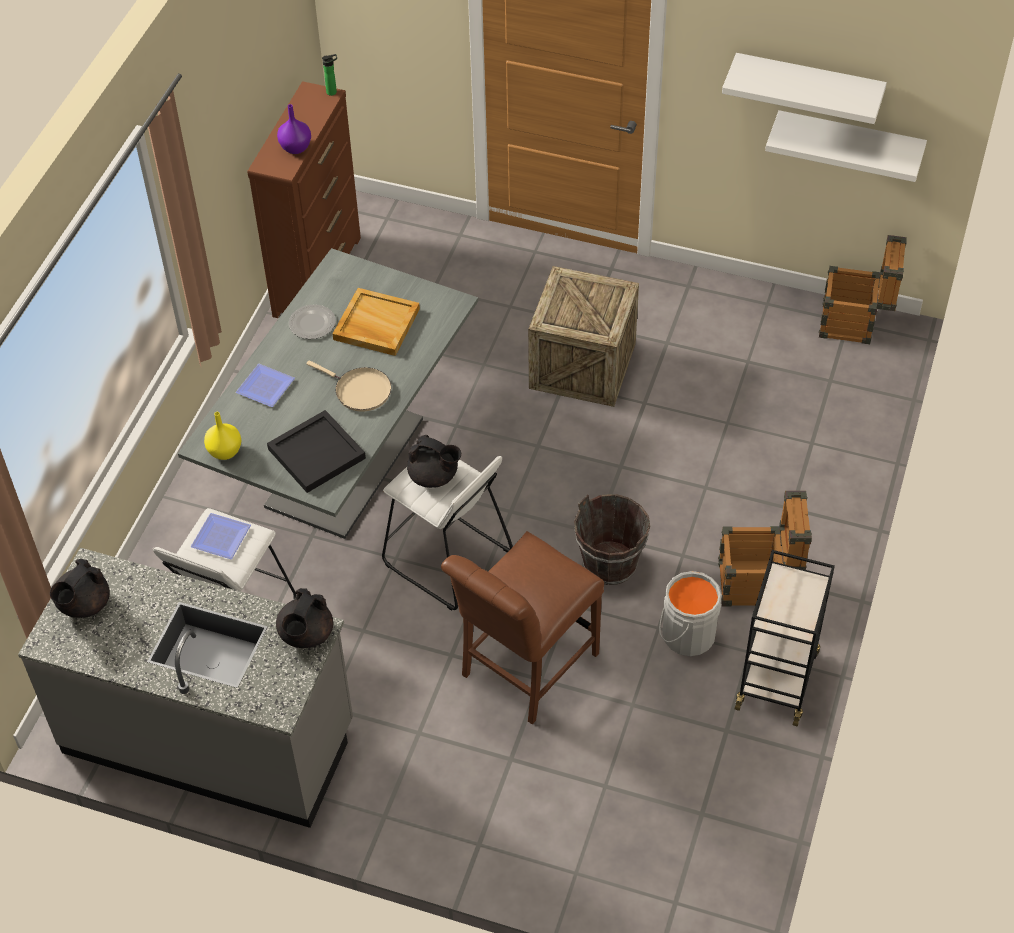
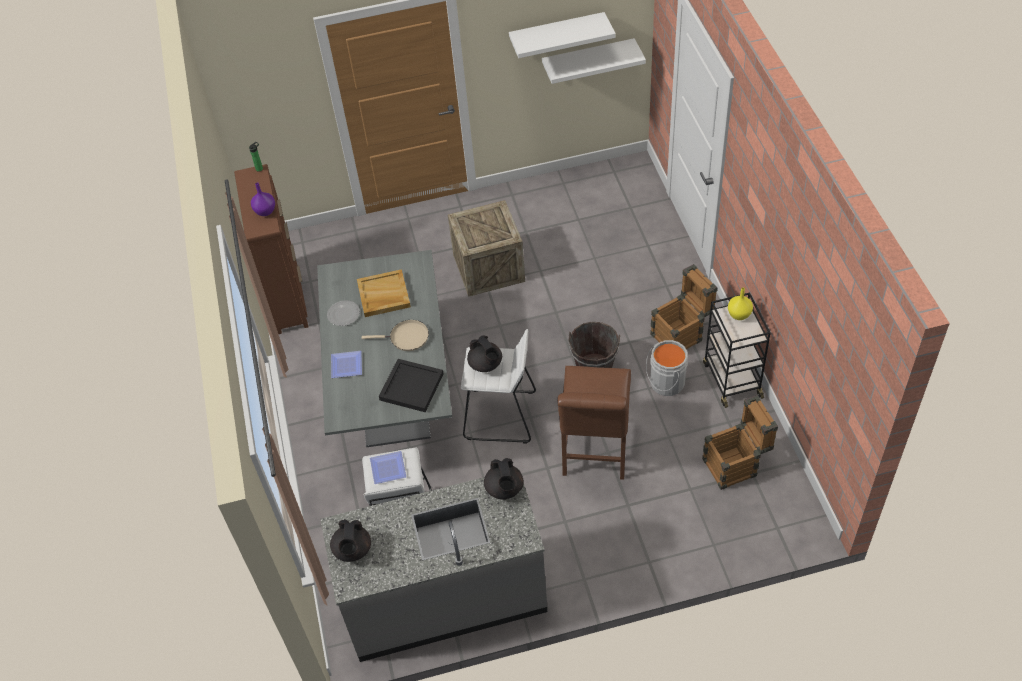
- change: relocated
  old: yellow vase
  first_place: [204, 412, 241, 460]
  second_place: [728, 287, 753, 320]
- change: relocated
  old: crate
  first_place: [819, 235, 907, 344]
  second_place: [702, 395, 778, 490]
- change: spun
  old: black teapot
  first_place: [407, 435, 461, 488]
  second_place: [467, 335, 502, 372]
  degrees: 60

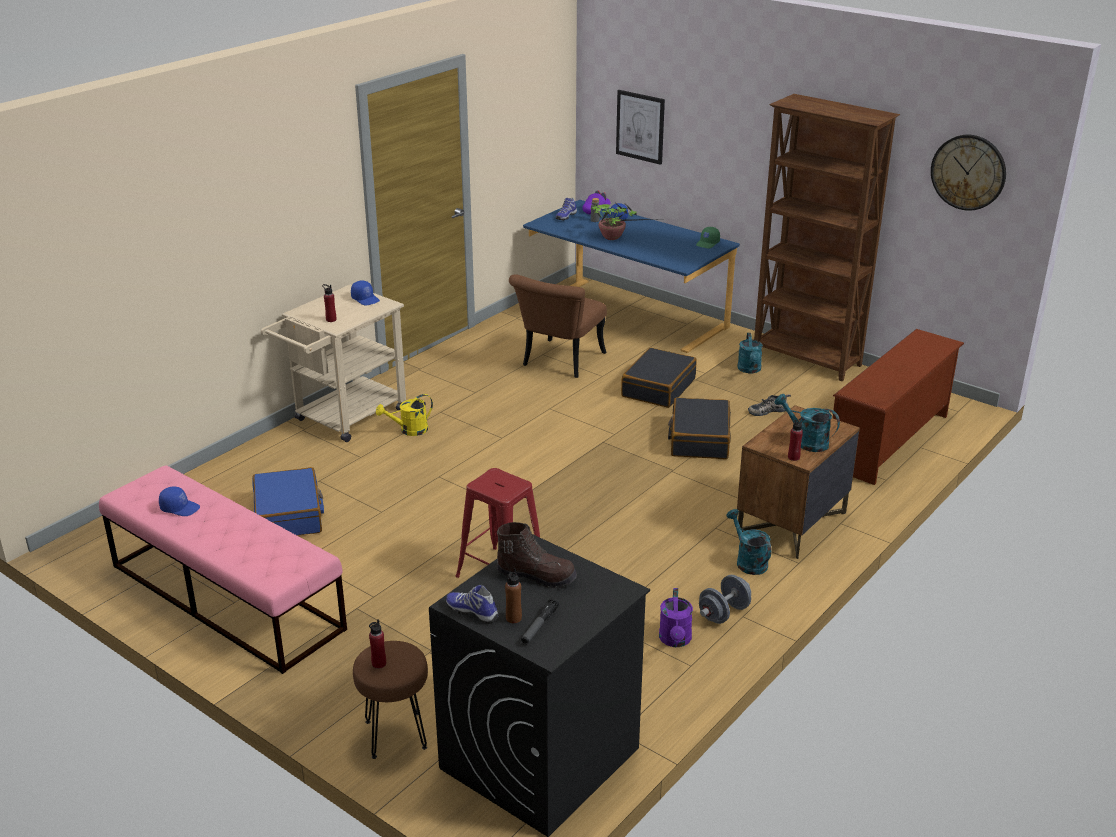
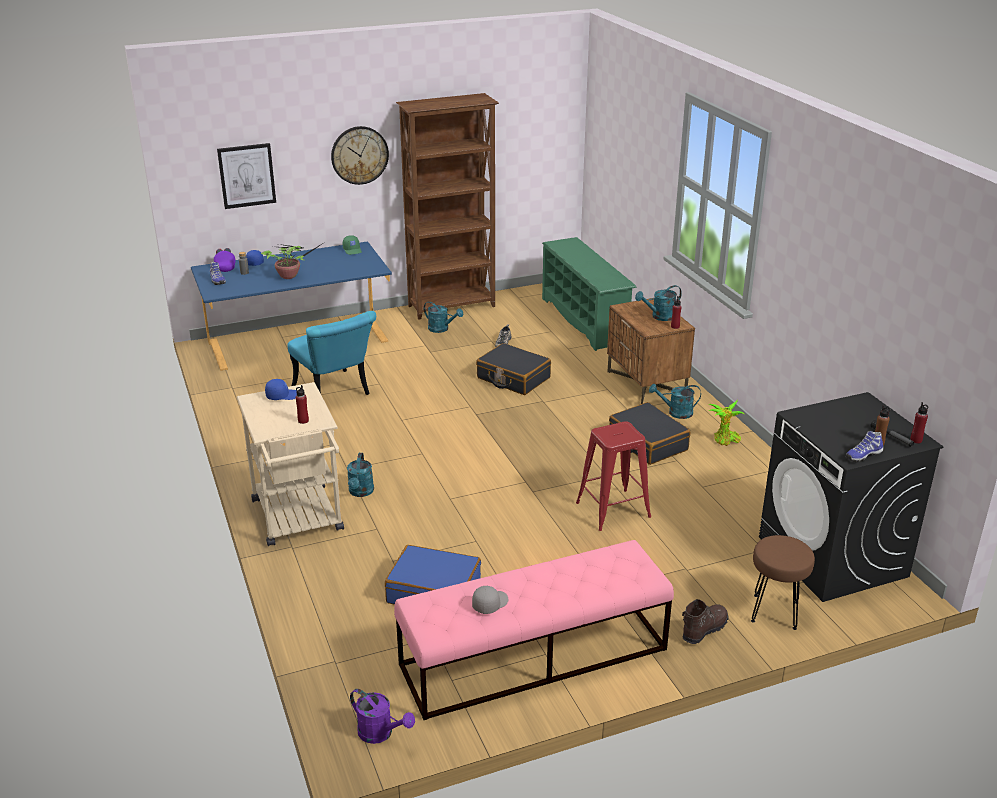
- change: relocated
  old: red bottle
  first_place: [369, 619, 386, 669]
  second_place: [910, 402, 929, 444]
- change: relocated
  old: brown boot
  first_place: [497, 522, 577, 588]
  second_place: [682, 599, 729, 644]
- change: relocated
  old: black suitcase
  first_place: [621, 348, 697, 408]
  second_place: [609, 402, 690, 465]
- change: relocated
  old: purple watering can
  first_place: [659, 588, 693, 647]
  second_place: [350, 689, 415, 744]
- change: relocated
  old: wall clock
  first_place: [931, 135, 1006, 211]
  second_place: [331, 126, 389, 185]
- change: exchanged
  old: grey dumbbell
  new: potted plant
  first_place: [699, 575, 751, 624]
  second_place: [708, 400, 744, 446]
- change: colour
  old: blue cap
  new: grey cap
  first_place: [159, 486, 200, 516]
  second_place: [472, 586, 508, 614]
- change: colour
  old: yellow watering can
  new: turquoise watering can
  first_place: [376, 394, 433, 436]
  second_place: [347, 453, 374, 497]
- change: colour
  old: brown chair
  new: turquoise chair
  first_place: [509, 274, 607, 378]
  second_place: [288, 311, 376, 395]
- change: colour
  old: brown shoe rack
  new: green shoe rack
  first_place: [832, 329, 964, 485]
  second_place: [542, 237, 636, 351]

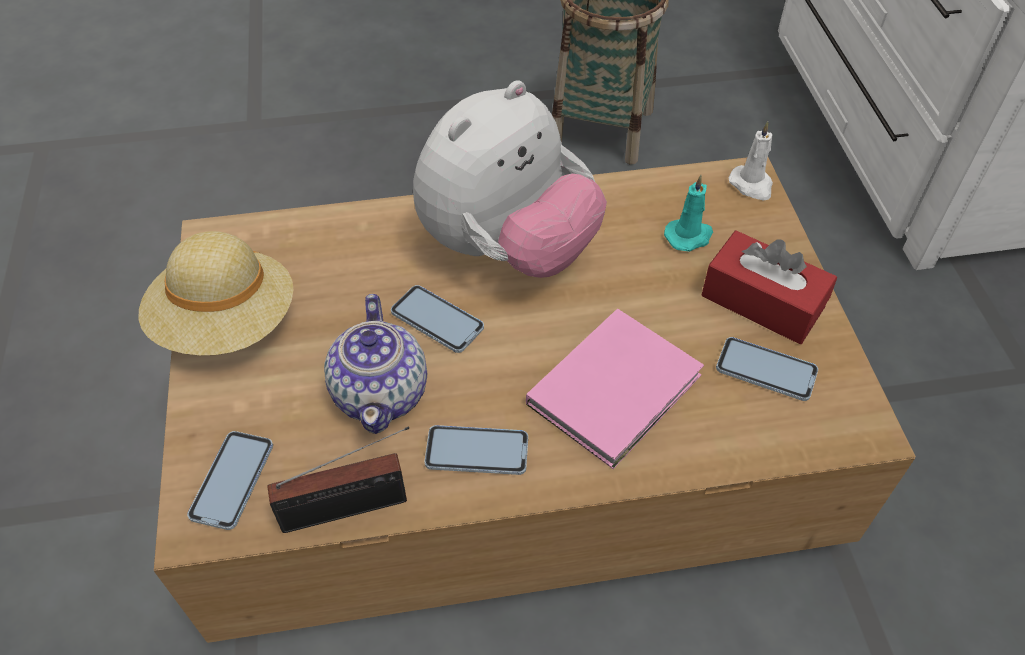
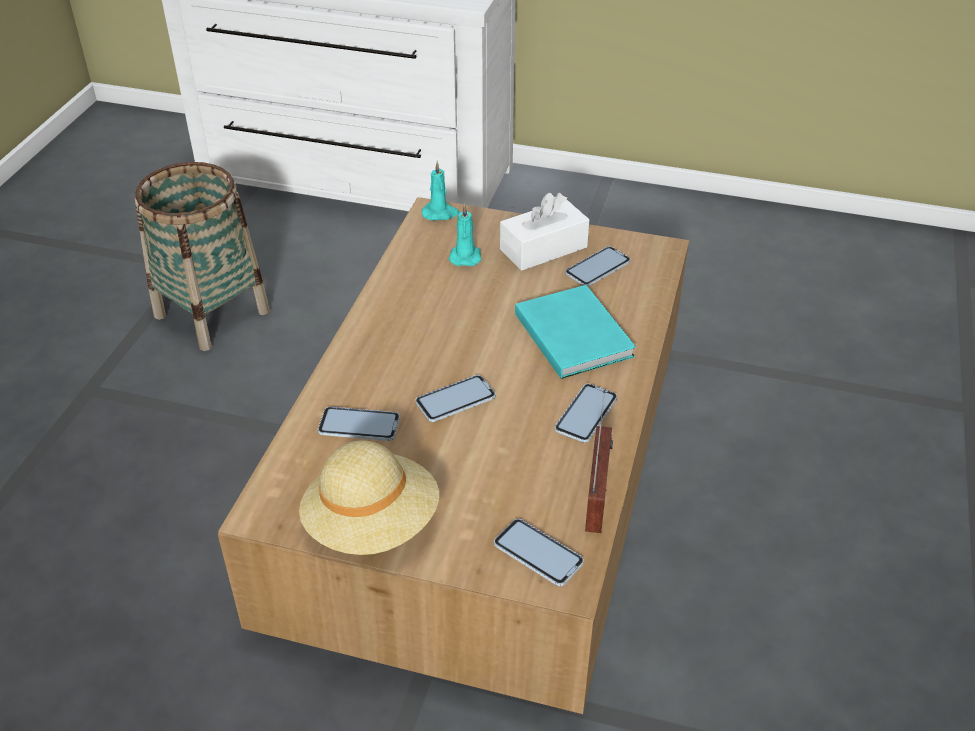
- change: missing
  old: teapot
  first_place: [324, 294, 427, 434]
- change: missing
  old: plush toy
  first_place: [413, 80, 607, 278]
- change: appeared
  new: phone
  second_place: [318, 407, 400, 441]
- change: colour
  old: pink book
  new: turquoise book
  first_place: [526, 309, 704, 469]
  second_place: [515, 285, 636, 379]
- change: colour
  old: red tissue box
  new: white tissue box
  first_place: [702, 230, 837, 344]
  second_place: [500, 193, 590, 271]
- change: colour
  old: white candle
  new: turquoise candle
  first_place: [729, 121, 773, 201]
  second_place: [422, 161, 459, 221]

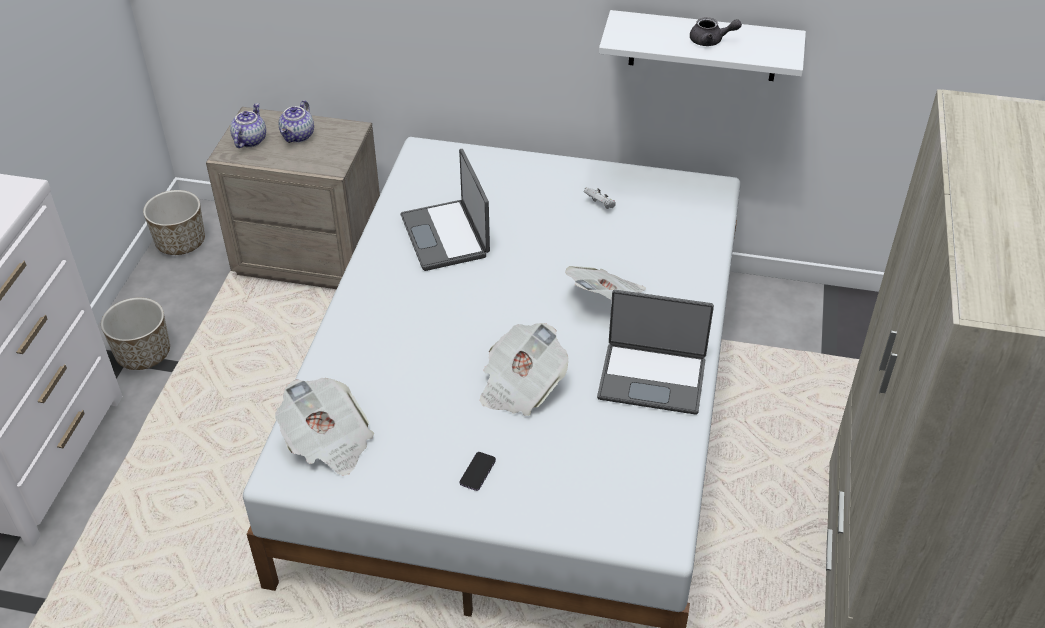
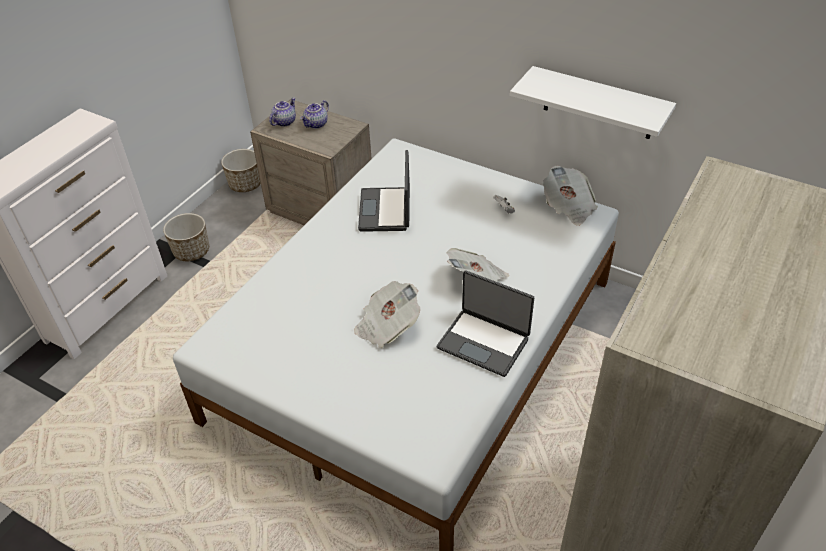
- change: missing
  old: phone
  first_place: [460, 452, 496, 491]
- change: missing
  old: grey teapot
  first_place: [690, 17, 742, 46]
- change: relocated
  old: newspaper
  first_place: [275, 378, 374, 476]
  second_place: [543, 165, 598, 226]

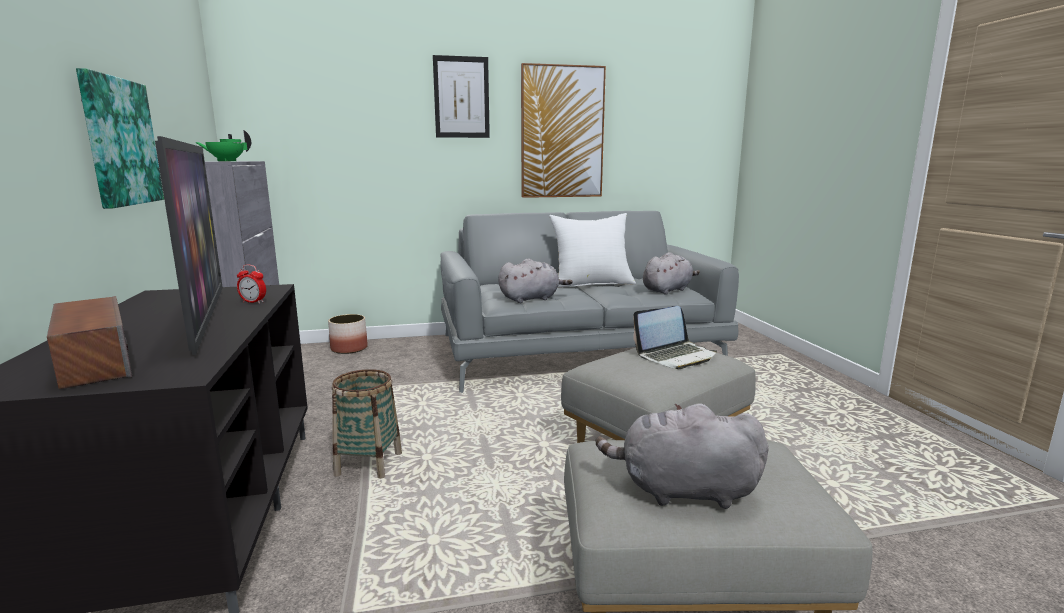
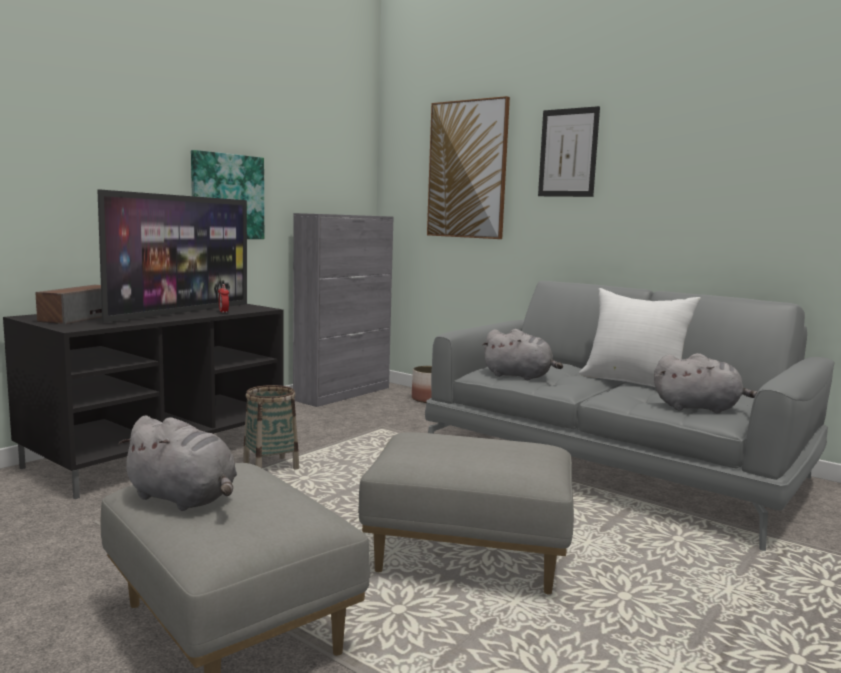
- change: missing
  old: green teapot
  first_place: [195, 130, 251, 161]
- change: missing
  old: laptop
  first_place: [633, 306, 717, 369]
- change: relocated
  old: picture
  first_place: [521, 63, 606, 198]
  second_place: [427, 96, 510, 239]
- change: spun
  old: grey plush toy
  first_place: [596, 404, 769, 509]
  second_place: [118, 415, 237, 511]
  degrees: 150

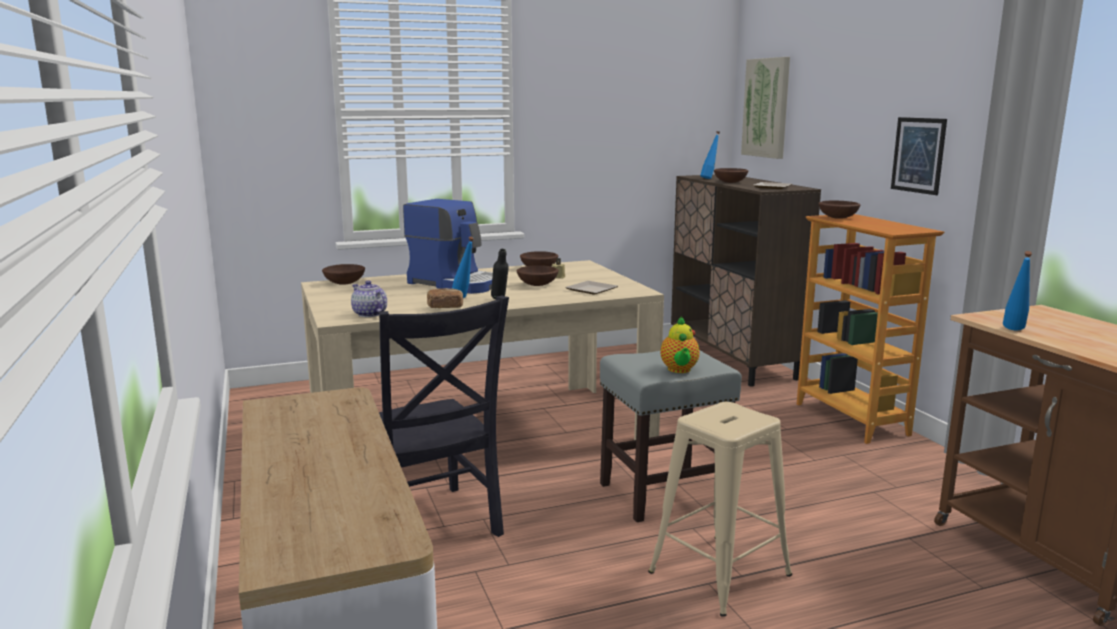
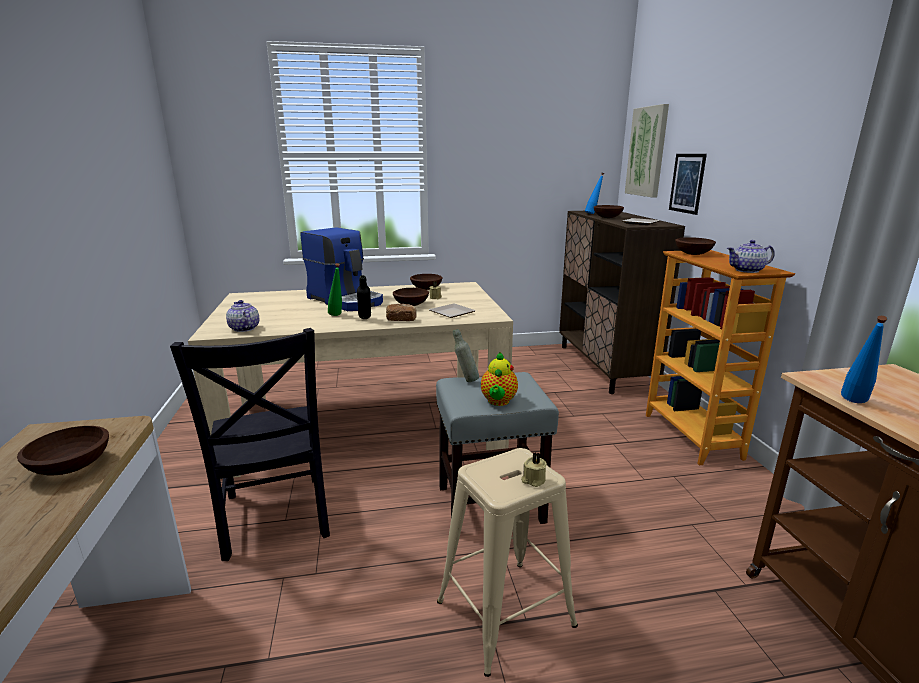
- change: appeared
  new: grey bottle
  second_place: [453, 329, 479, 382]
- change: appeared
  new: beige candle
  second_place: [521, 453, 547, 487]
- change: appeared
  new: teapot
  second_place: [727, 240, 775, 273]
- change: relocated
  old: brown bowl
  first_place: [322, 264, 365, 285]
  second_place: [17, 426, 109, 475]
- change: relocated
  old: bread
  first_place: [427, 288, 463, 308]
  second_place: [386, 304, 417, 321]
- change: relocated
  old: picture
  first_place: [891, 117, 947, 195]
  second_place: [669, 154, 707, 215]
- change: colour
  old: blue bottle
  new: green bottle
  first_place: [452, 237, 474, 298]
  second_place: [328, 263, 342, 316]

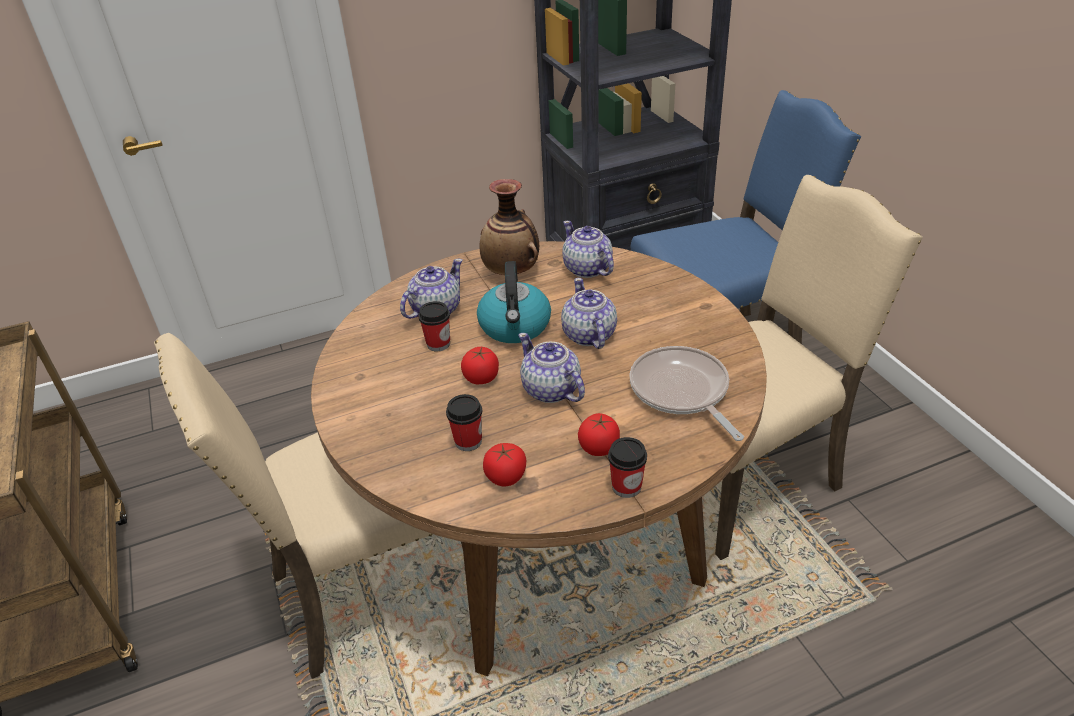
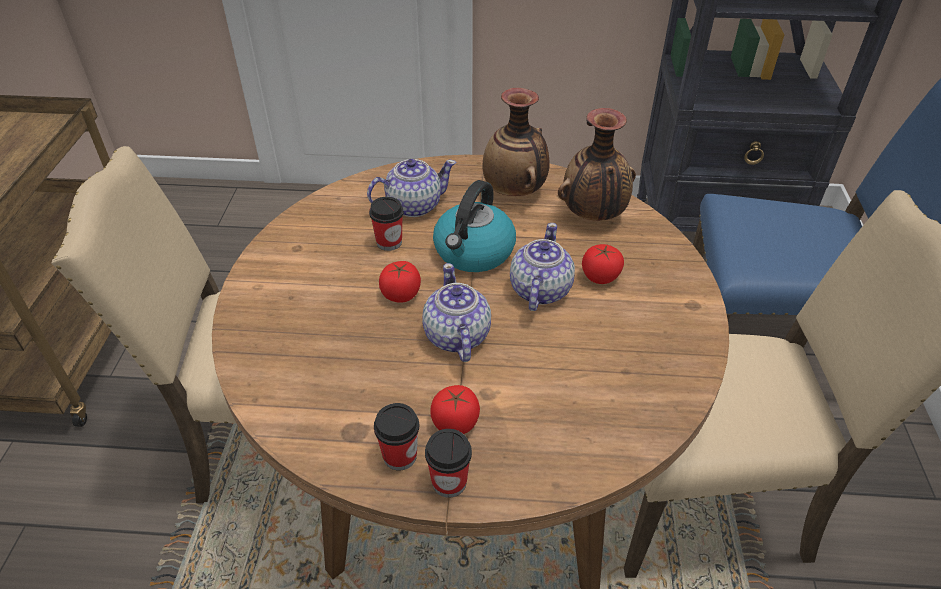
- change: missing
  old: frying pan
  first_place: [630, 346, 744, 441]
- change: relocated
  old: cup
  first_place: [446, 394, 482, 451]
  second_place: [374, 403, 419, 470]
- change: relocated
  old: tomato
  first_place: [483, 443, 526, 486]
  second_place: [582, 244, 624, 284]
- change: exchanged
  old: teapot
  new: vase
  first_place: [562, 221, 614, 278]
  second_place: [558, 108, 636, 221]

